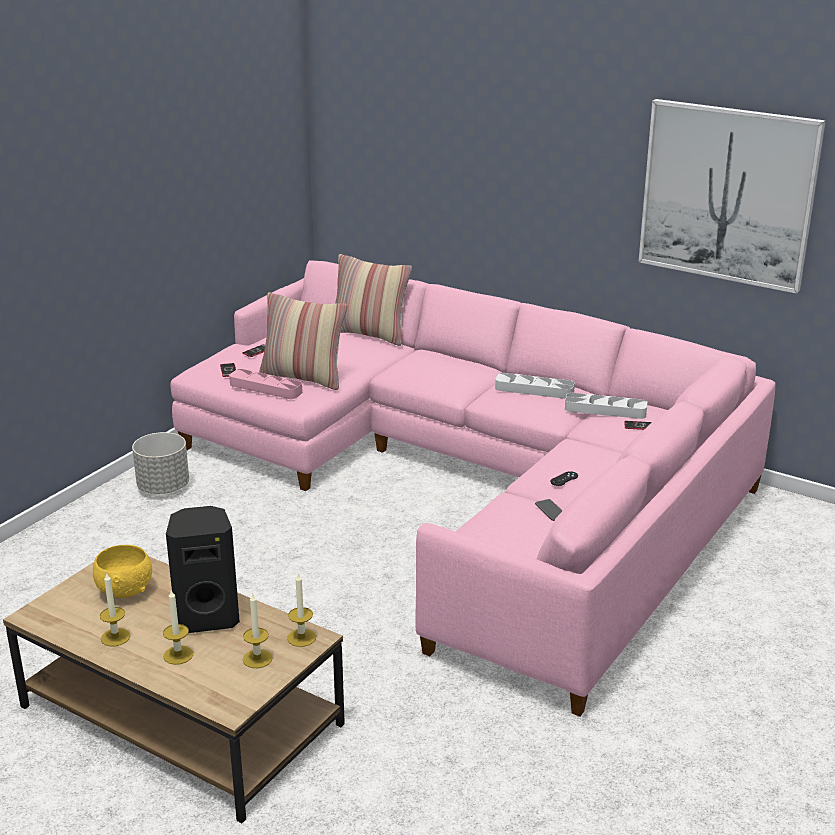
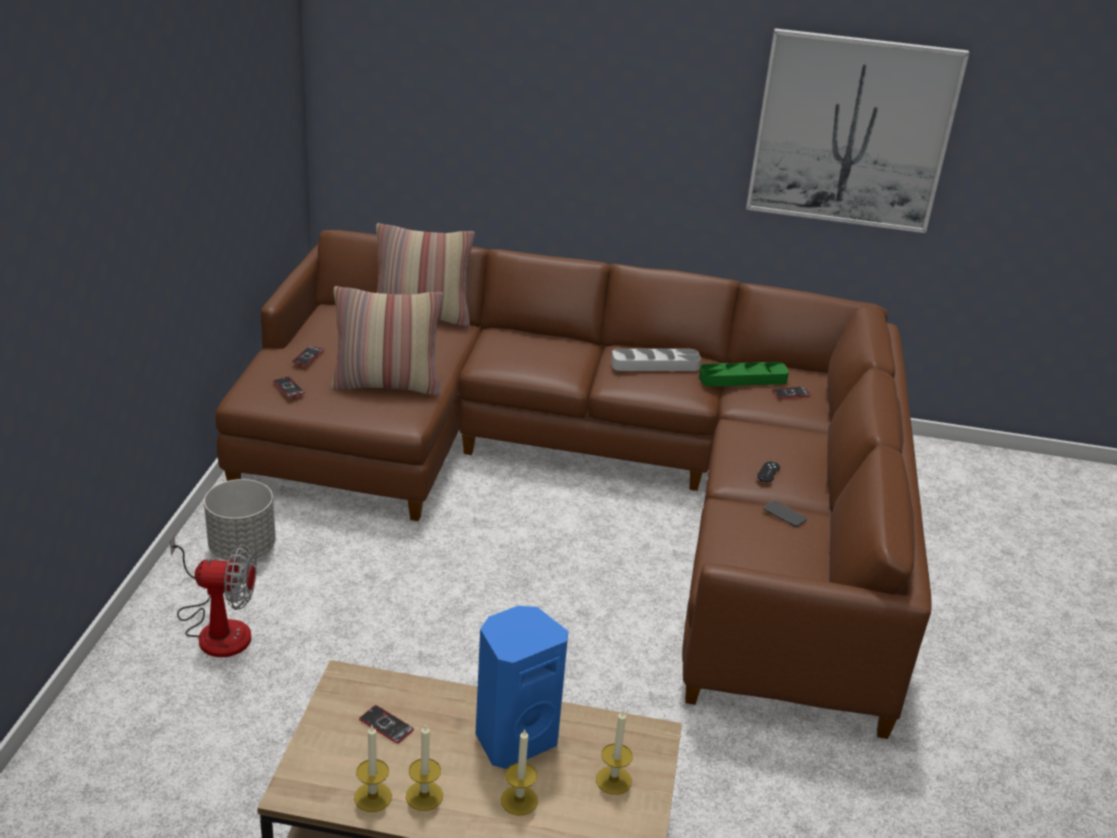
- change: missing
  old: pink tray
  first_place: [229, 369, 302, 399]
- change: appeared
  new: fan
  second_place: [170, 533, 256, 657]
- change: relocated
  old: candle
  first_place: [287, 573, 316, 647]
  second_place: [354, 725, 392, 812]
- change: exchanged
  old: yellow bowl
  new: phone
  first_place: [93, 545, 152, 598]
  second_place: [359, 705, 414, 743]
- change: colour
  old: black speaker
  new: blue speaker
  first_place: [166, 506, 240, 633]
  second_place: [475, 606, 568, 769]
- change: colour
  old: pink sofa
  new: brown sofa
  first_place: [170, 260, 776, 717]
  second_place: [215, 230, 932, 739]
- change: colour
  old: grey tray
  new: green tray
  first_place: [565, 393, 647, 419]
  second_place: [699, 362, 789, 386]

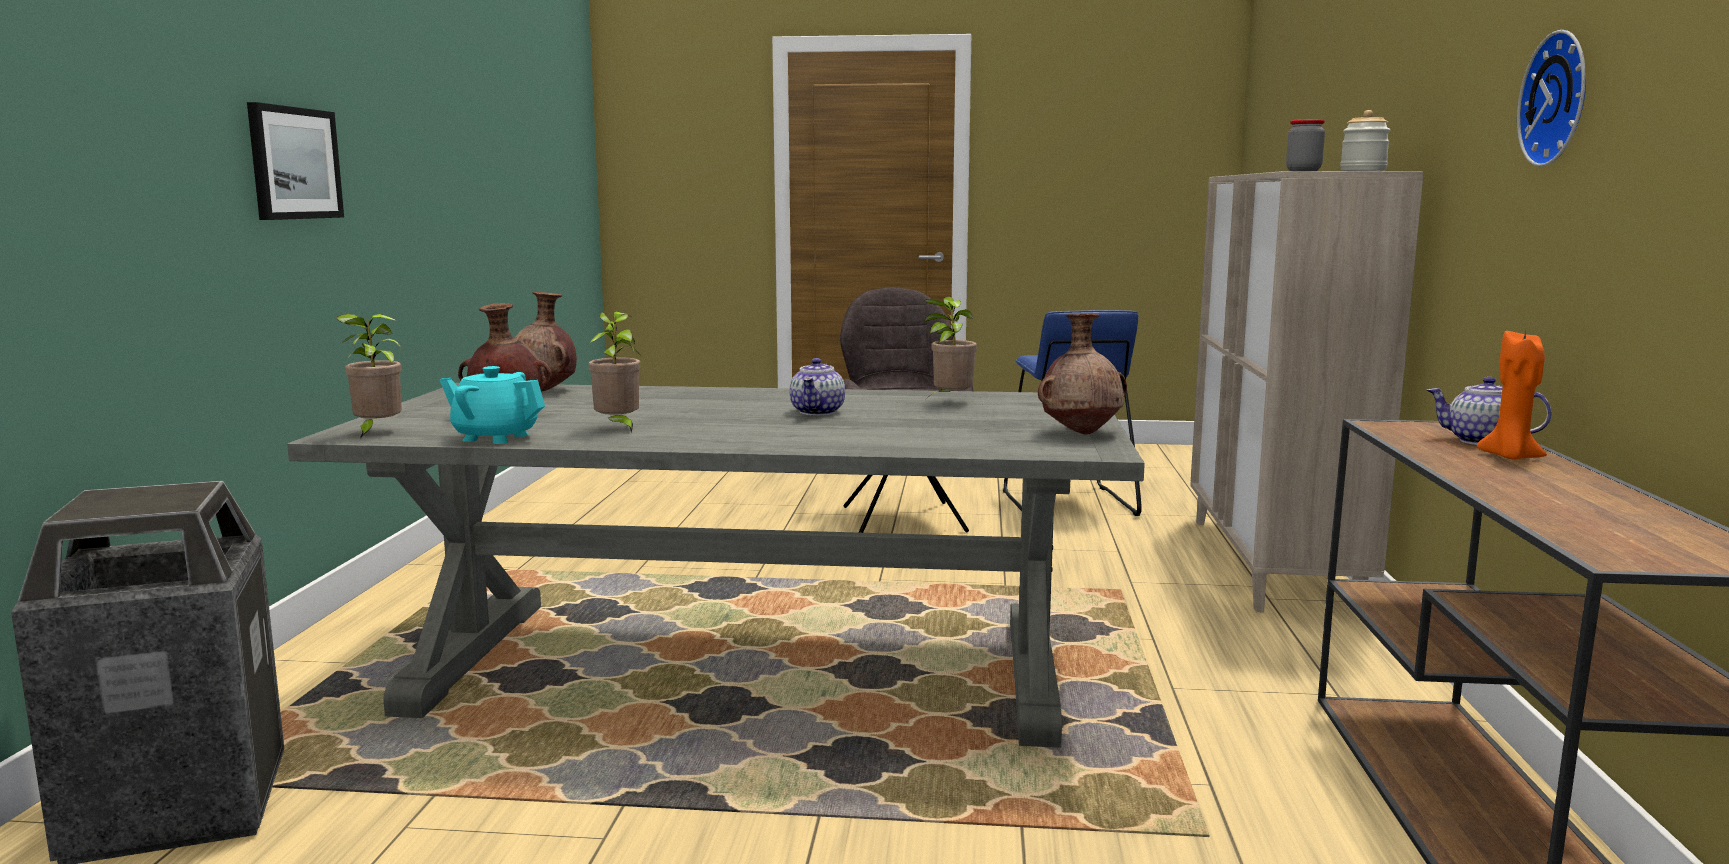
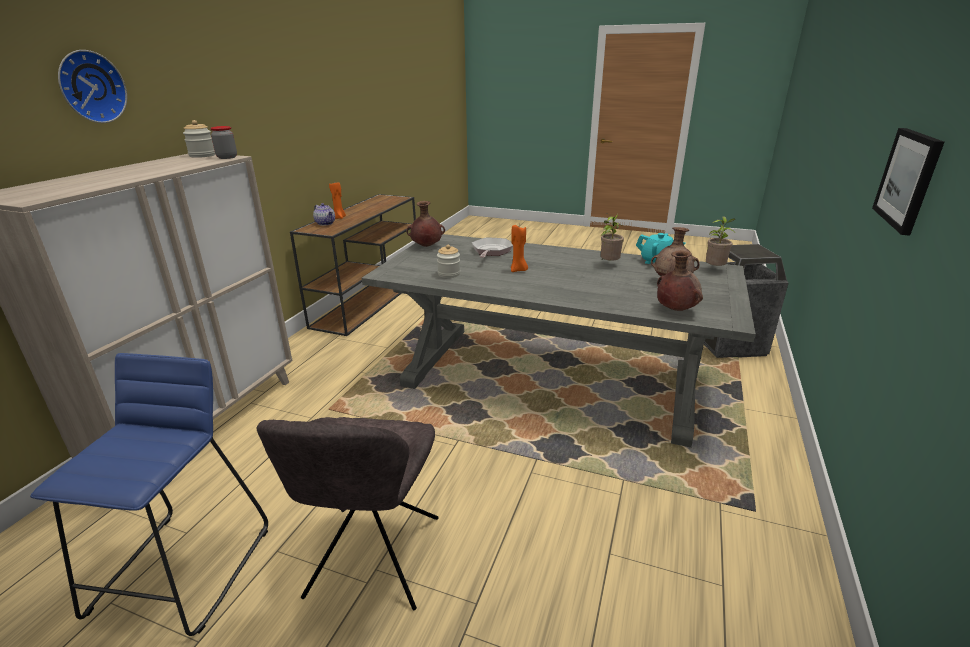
- change: appeared
  new: frying pan
  second_place: [472, 237, 513, 258]
- change: relocated
  old: wall clock
  first_place: [1517, 30, 1586, 167]
  second_place: [58, 50, 127, 123]
- change: exchanged
  old: teapot
  new: orange candle
  first_place: [790, 358, 845, 415]
  second_place: [511, 225, 528, 272]
- change: exchanged
  old: potted plant
  new: jar
  first_place: [923, 297, 977, 397]
  second_place: [437, 245, 460, 278]

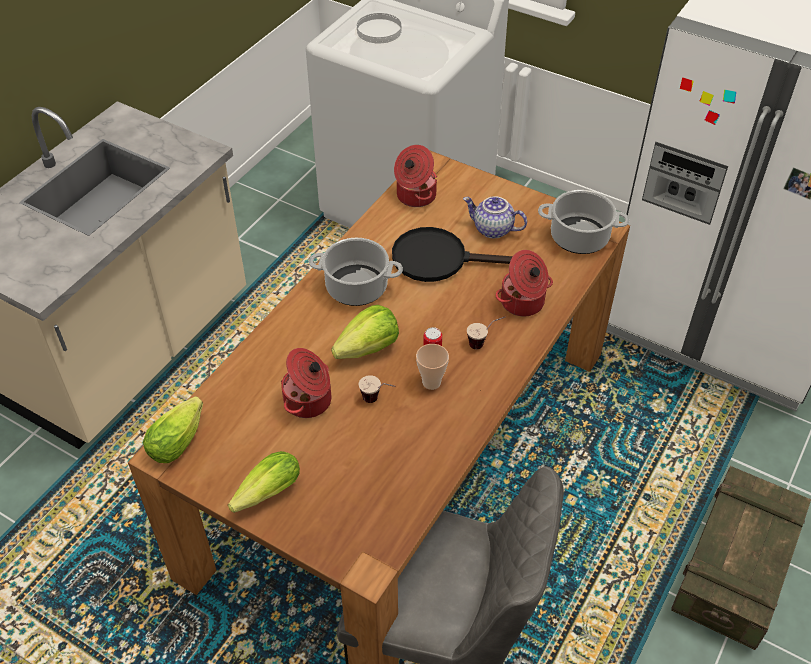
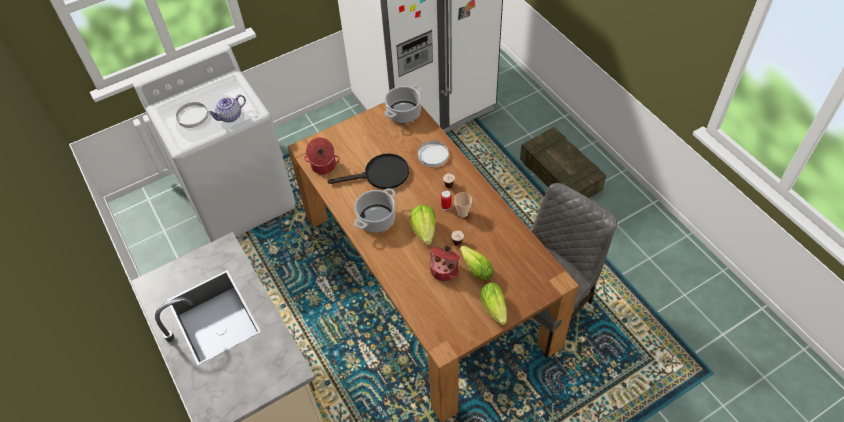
- change: relocated
  old: lettuce
  first_place: [143, 396, 203, 463]
  second_place: [460, 245, 494, 280]
- change: relocated
  old: teapot
  first_place: [463, 196, 527, 238]
  second_place: [207, 95, 246, 122]
- change: exchanged
  old: cooking pot
  new: white plate
  first_place: [495, 250, 553, 316]
  second_place: [418, 141, 449, 167]
- change: spun
  old: black frying pan
  first_place: [392, 227, 513, 282]
  second_place: [327, 153, 409, 189]
  degrees: -135

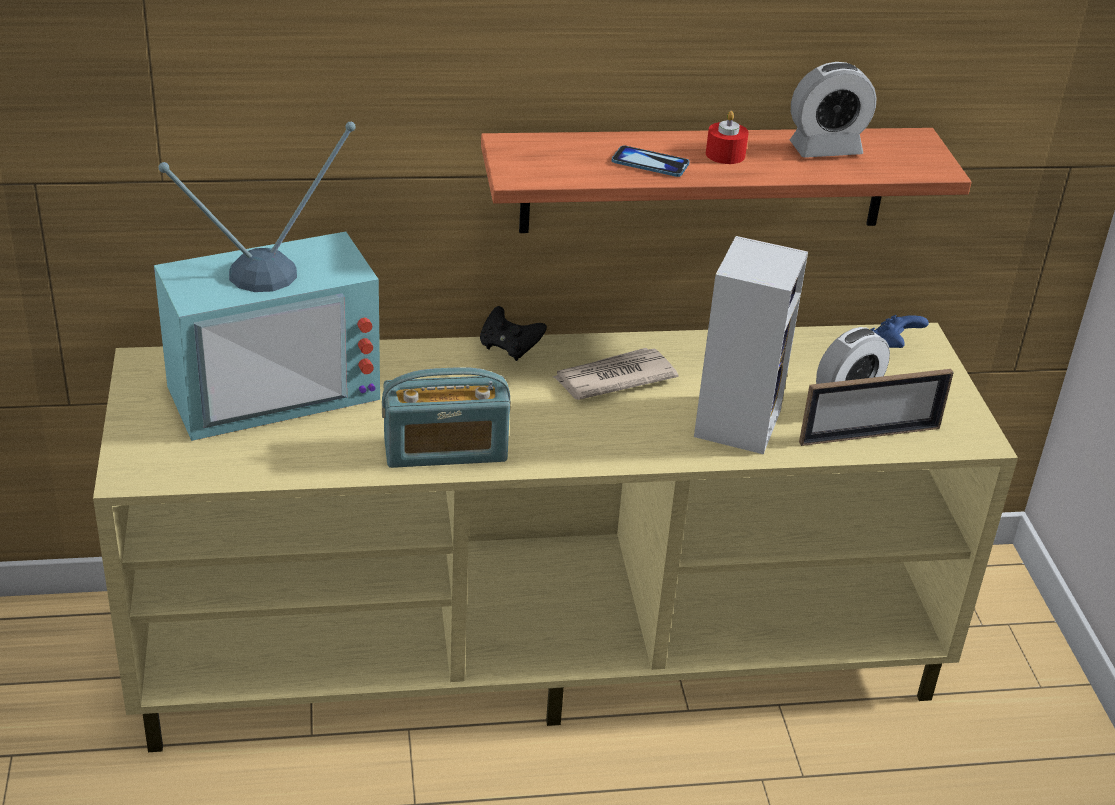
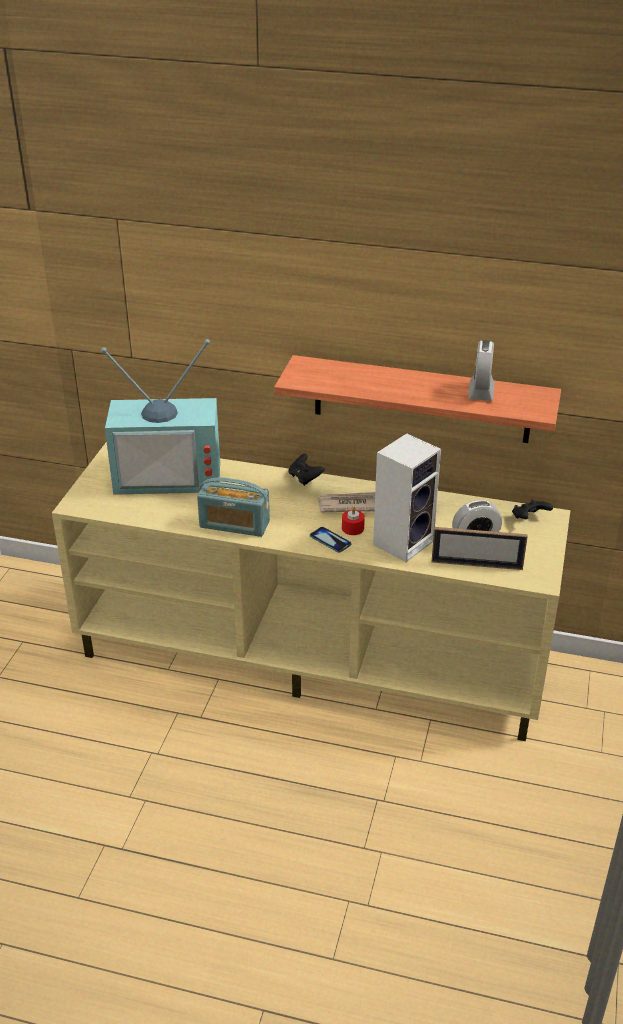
- change: relocated
  old: phone
  first_place: [612, 146, 689, 177]
  second_place: [310, 527, 351, 553]
- change: relocated
  old: red candle
  first_place: [706, 111, 749, 164]
  second_place: [342, 506, 365, 535]
- change: colour
  old: blue game controller
  new: black game controller
  first_place: [870, 315, 929, 348]
  second_place: [512, 500, 553, 519]
- change: spun
  old: alarm clock
  first_place: [790, 62, 877, 158]
  second_place: [468, 340, 494, 401]
  degrees: 90

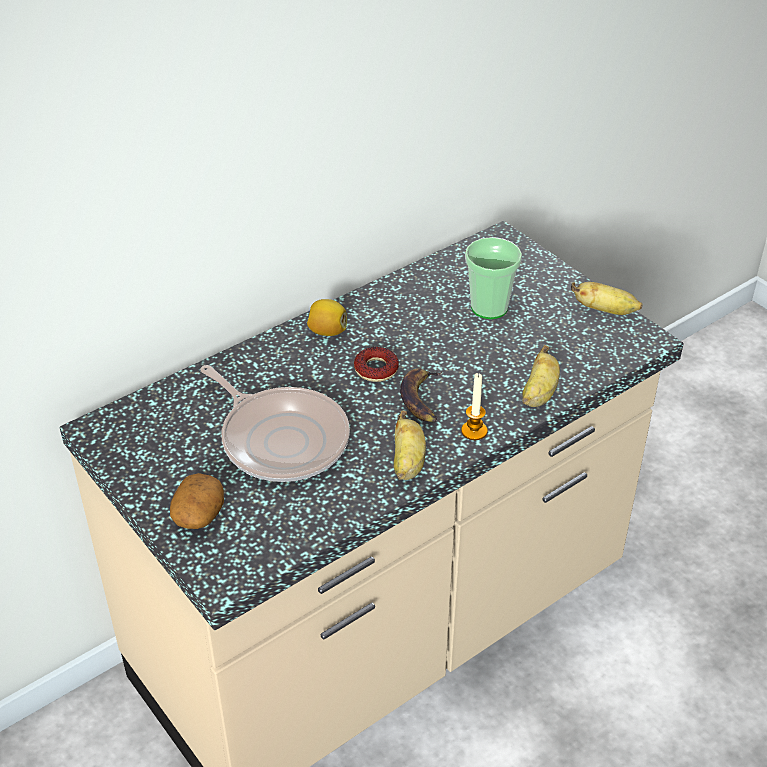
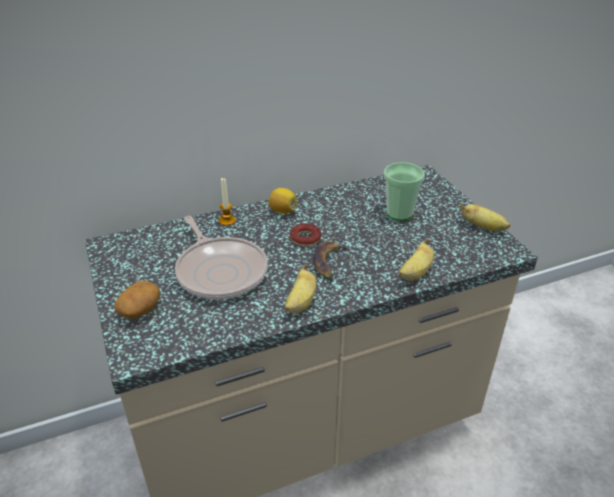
- change: relocated
  old: candle
  first_place: [461, 373, 488, 440]
  second_place: [219, 178, 236, 226]

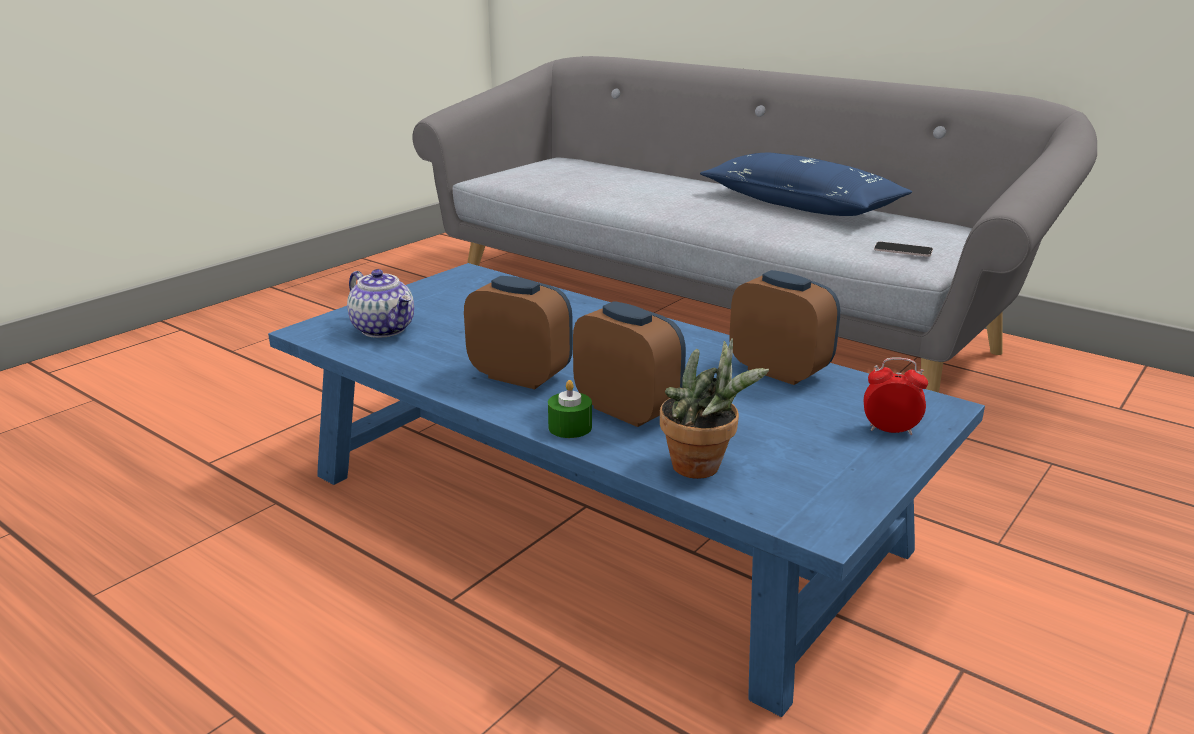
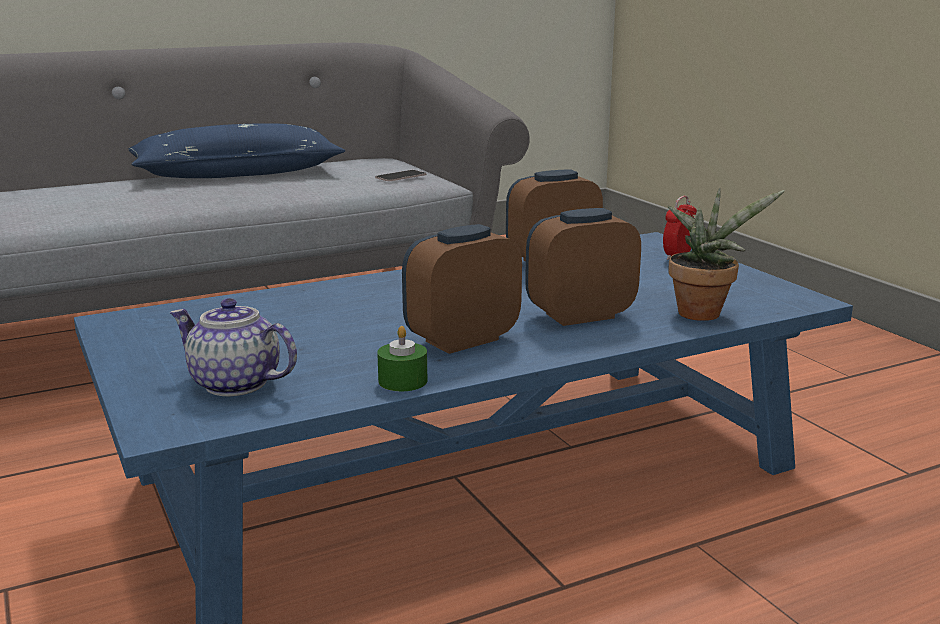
- change: relocated
  old: green candle
  first_place: [548, 380, 592, 438]
  second_place: [377, 326, 427, 391]
- change: spun
  old: teapot
  first_place: [347, 269, 414, 338]
  second_place: [170, 298, 297, 396]
  degrees: -135

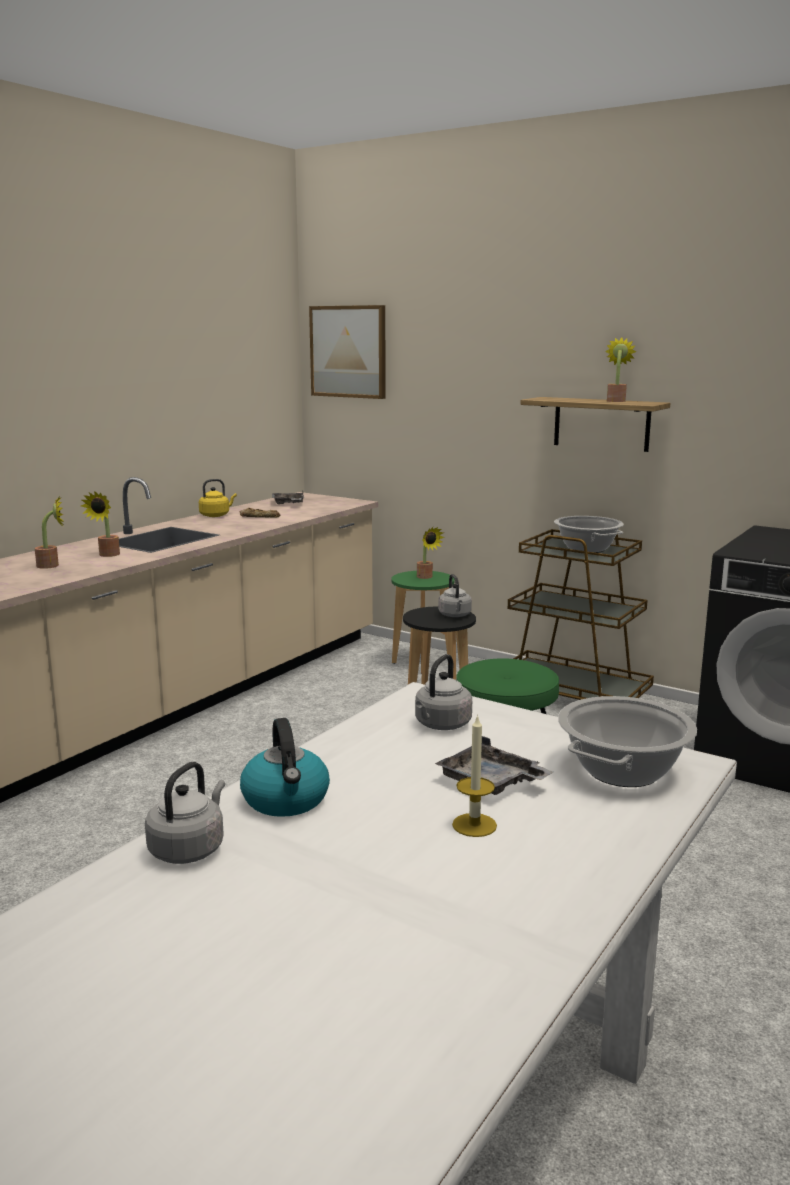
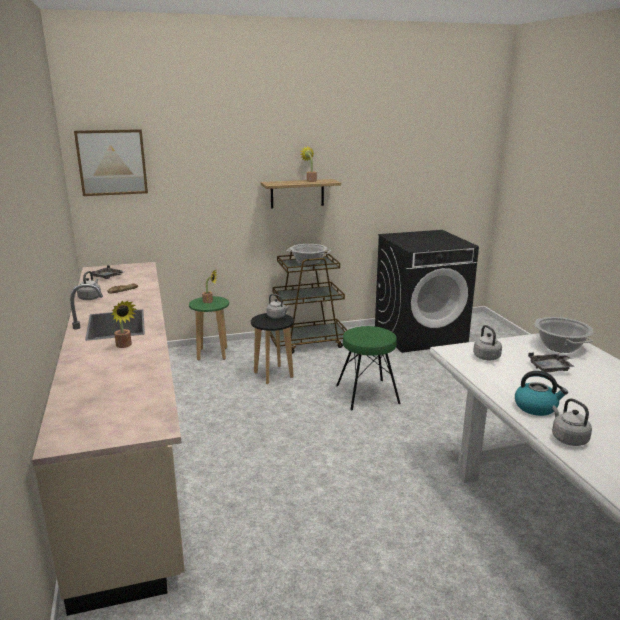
- change: missing
  old: potted plant
  first_place: [35, 496, 63, 569]
- change: missing
  old: candle
  first_place: [452, 714, 497, 837]
- change: colour
  old: yellow kettle
  new: grey kettle
  first_place: [199, 479, 237, 517]
  second_place: [77, 271, 101, 300]

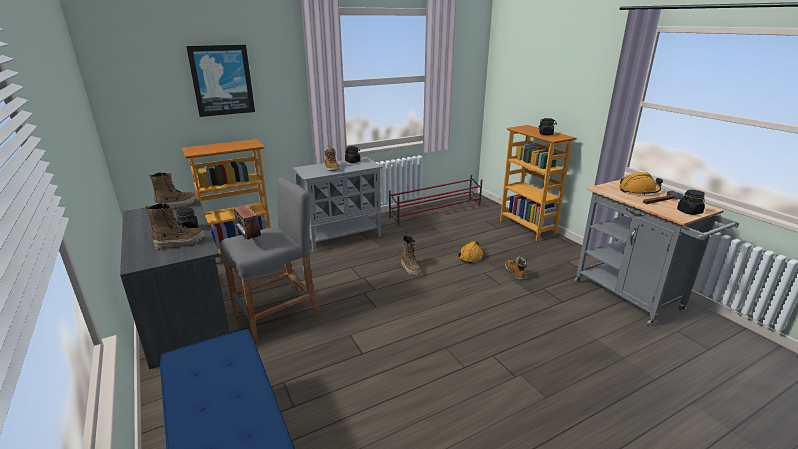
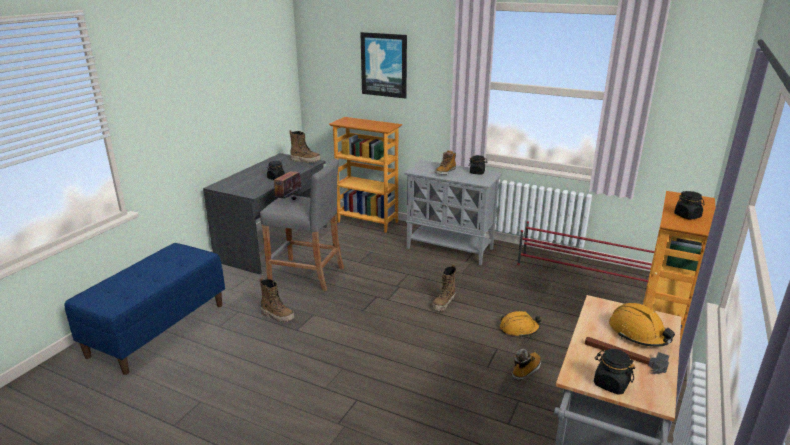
- change: relocated
  old: boot
  first_place: [145, 203, 204, 250]
  second_place: [260, 278, 294, 323]

